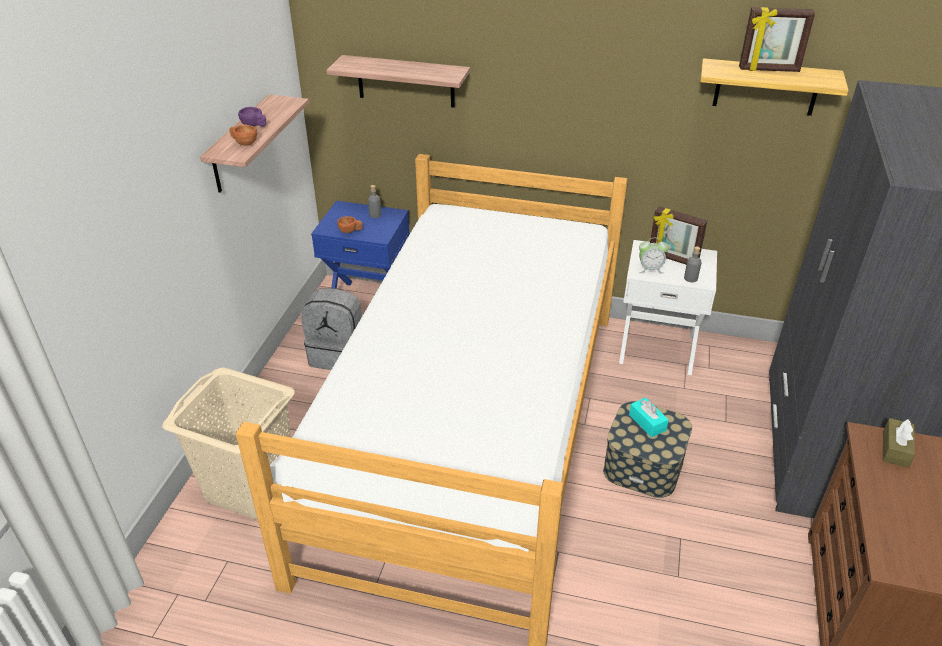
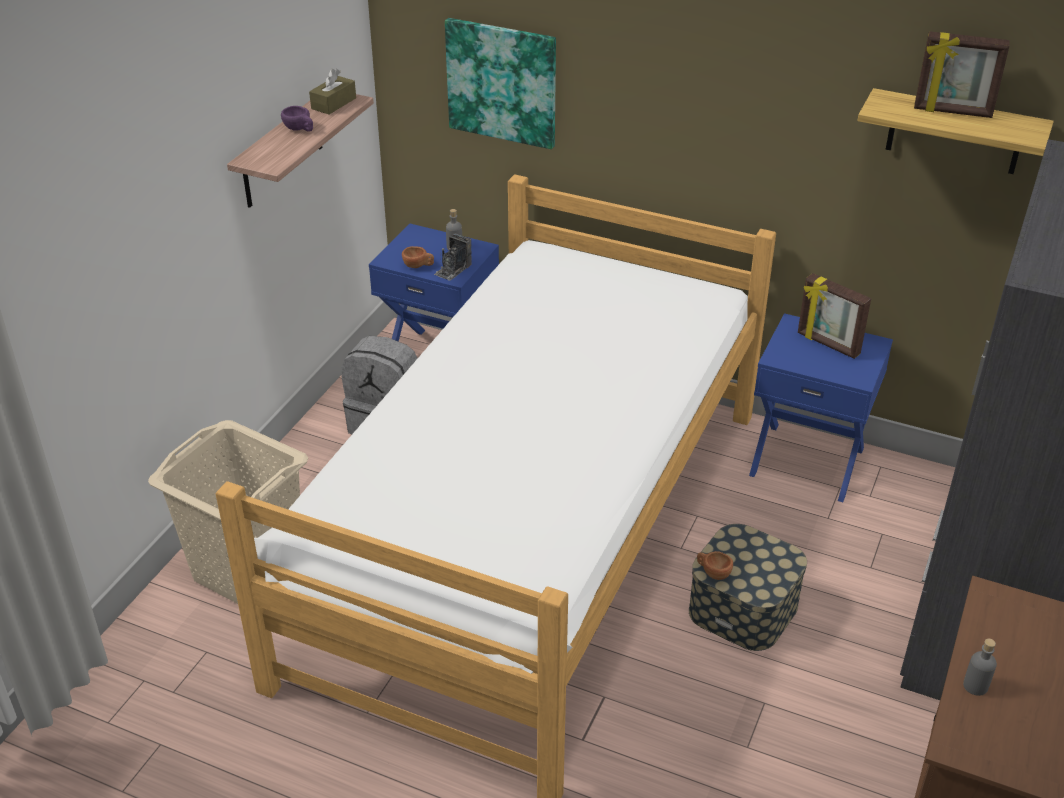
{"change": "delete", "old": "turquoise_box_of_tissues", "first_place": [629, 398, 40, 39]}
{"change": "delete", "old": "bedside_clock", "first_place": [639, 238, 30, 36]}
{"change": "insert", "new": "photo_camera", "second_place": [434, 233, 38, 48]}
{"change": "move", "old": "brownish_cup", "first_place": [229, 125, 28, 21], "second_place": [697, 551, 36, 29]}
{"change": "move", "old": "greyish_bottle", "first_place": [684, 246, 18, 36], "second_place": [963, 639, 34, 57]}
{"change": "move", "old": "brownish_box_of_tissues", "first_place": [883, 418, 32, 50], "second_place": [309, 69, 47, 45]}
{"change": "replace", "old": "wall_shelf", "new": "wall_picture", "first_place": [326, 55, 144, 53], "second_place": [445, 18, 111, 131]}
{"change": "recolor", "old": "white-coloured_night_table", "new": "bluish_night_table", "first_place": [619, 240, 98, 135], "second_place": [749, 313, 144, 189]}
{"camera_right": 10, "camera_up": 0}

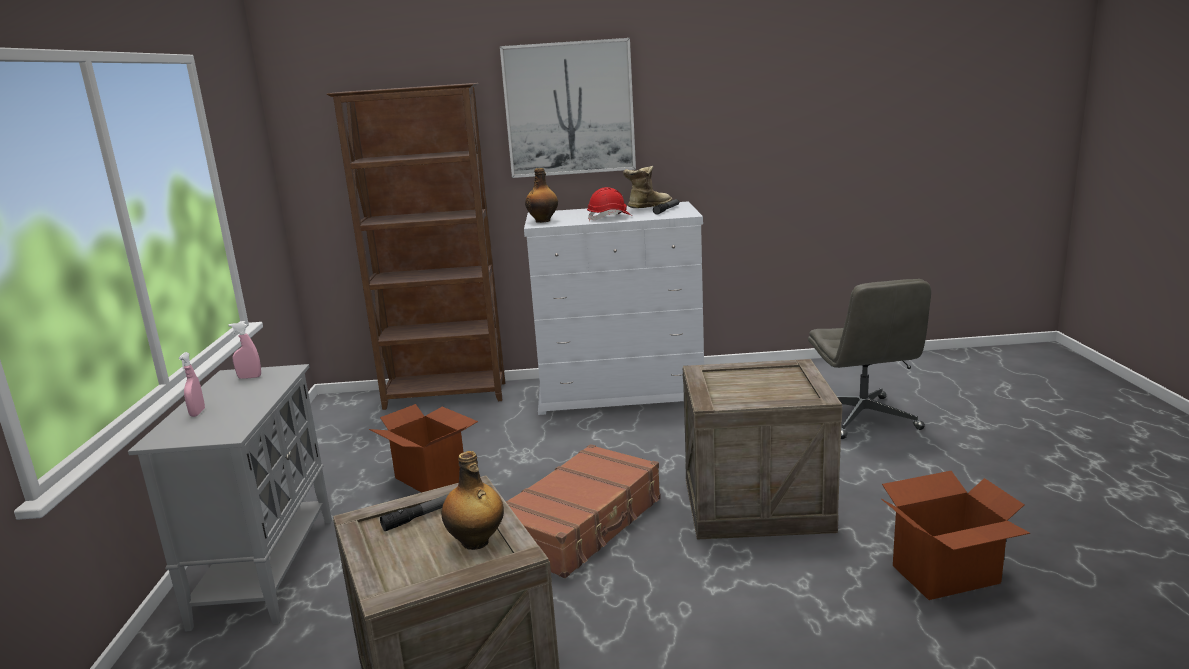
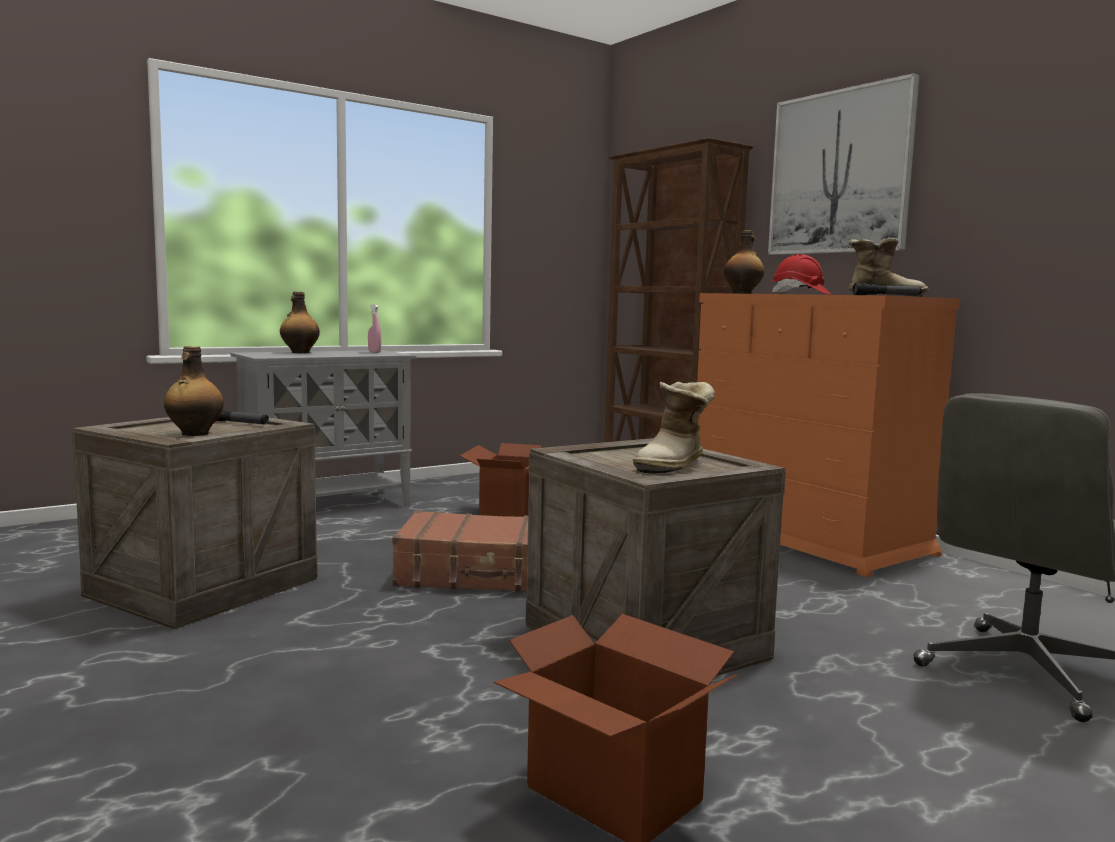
{"change": "insert", "new": "high-top_boot", "second_place": [633, 381, 82, 93]}
{"change": "replace", "old": "pinkish_sprayer", "new": "bottle", "first_place": [179, 352, 26, 65], "second_place": [280, 292, 40, 61]}
{"change": "recolor", "old": "white-coloured_dresser", "new": "orange-coloured_dresser", "first_place": [524, 201, 180, 214], "second_place": [697, 293, 263, 284]}
{"camera_right": 55, "camera_up": -10}

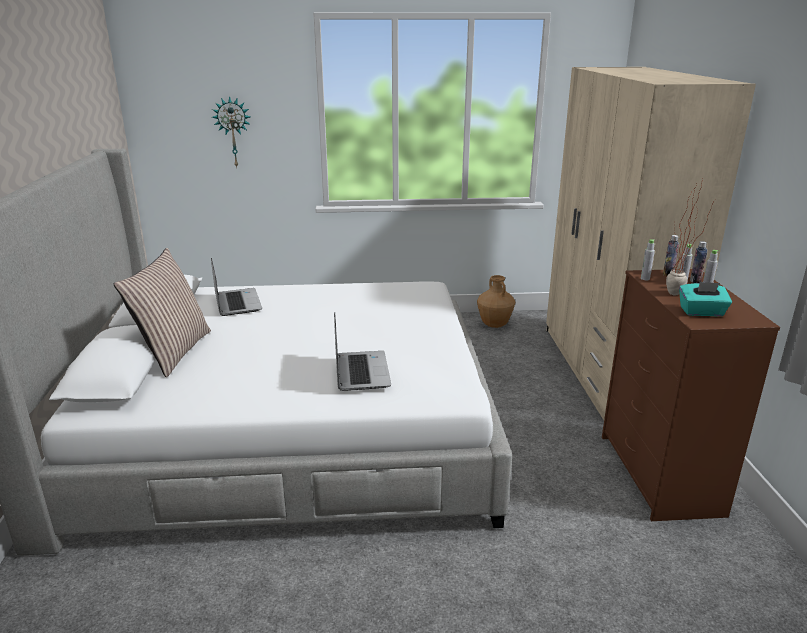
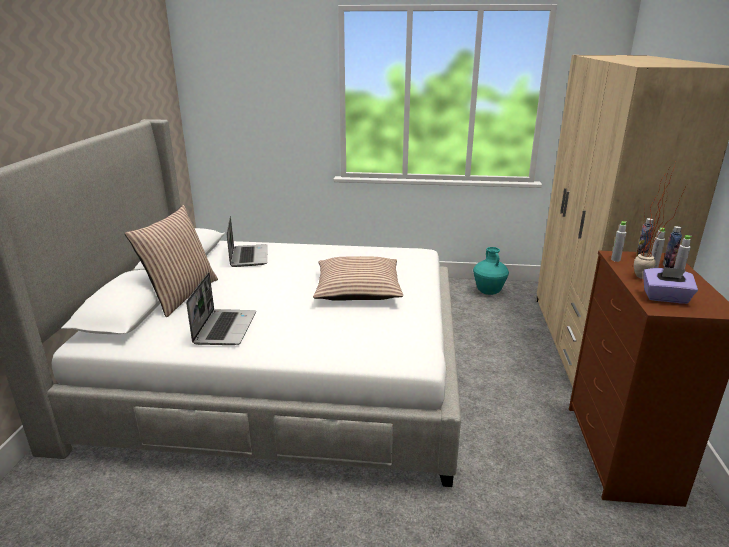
{"change": "delete", "old": "wall_clock", "first_place": [212, 96, 39, 71]}
{"change": "insert", "new": "throw_pillow", "second_place": [313, 256, 90, 45]}
{"change": "move", "old": "portable_computer", "first_place": [334, 312, 57, 79], "second_place": [186, 272, 70, 73]}
{"change": "recolor", "old": "brownish_vase", "new": "turquoise_vase", "first_place": [477, 275, 38, 53], "second_place": [473, 247, 36, 48]}
{"change": "recolor", "old": "turquoise_box_of_tissues", "new": "purple_box_of_tissues", "first_place": [679, 282, 53, 34], "second_place": [643, 267, 55, 37]}
{"camera_right": 10, "camera_up": 0}

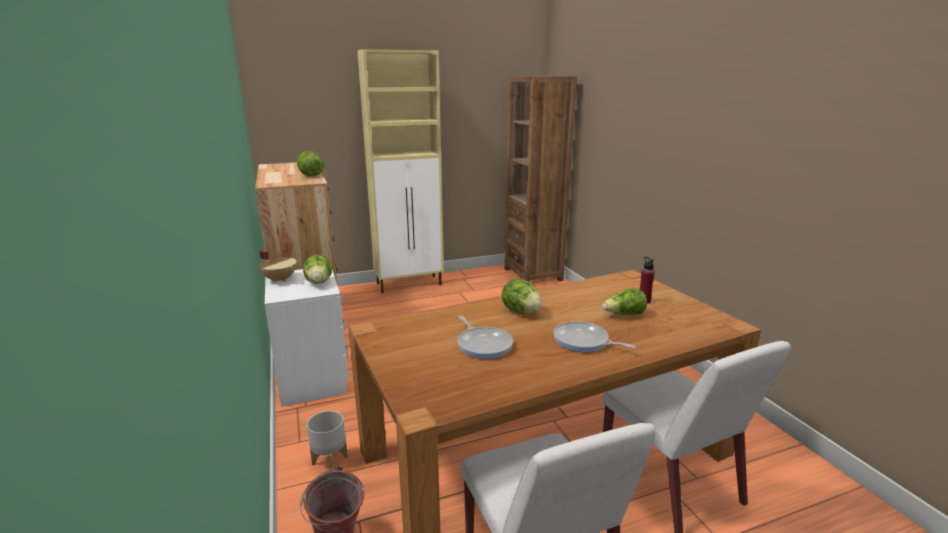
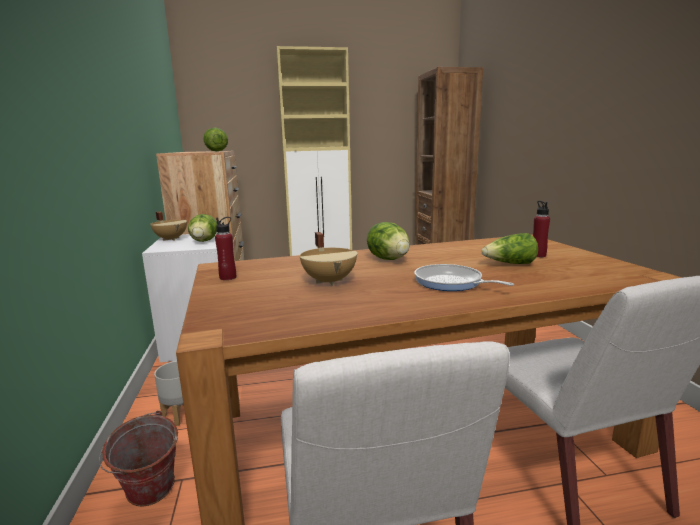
{"change": "insert", "new": "reddish_bottle", "second_place": [215, 217, 21, 63]}
{"change": "replace", "old": "pan", "new": "beige-coloured_cooking_pot", "first_place": [458, 316, 55, 43], "second_place": [300, 232, 57, 54]}
{"camera_right": 10, "camera_up": -5}

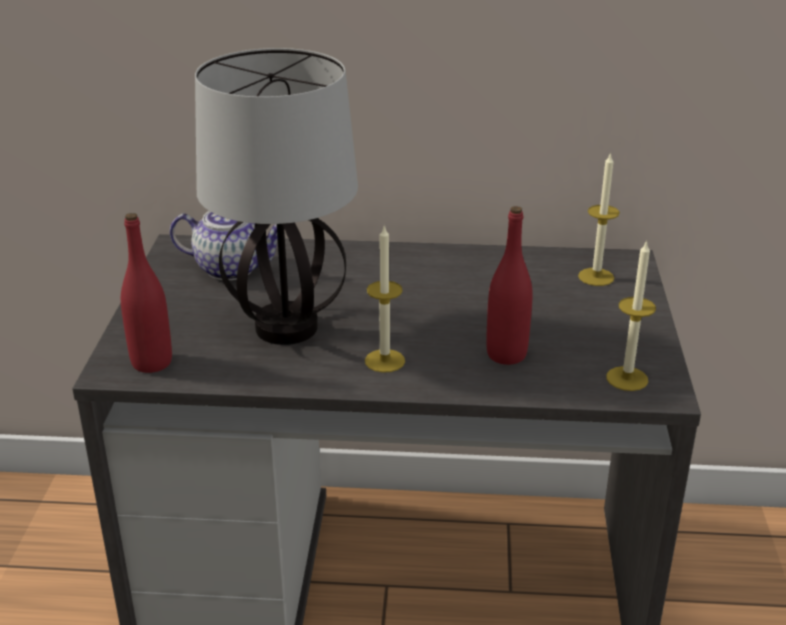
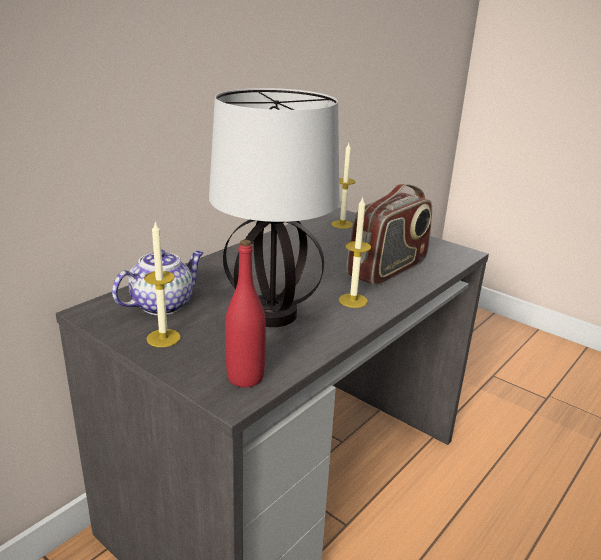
{"change": "move", "old": "candle", "first_place": [606, 240, 50, 151], "second_place": [144, 221, 37, 126]}
{"change": "replace", "old": "reddish_bottle", "new": "radio_receiver", "first_place": [486, 206, 47, 159], "second_place": [347, 184, 85, 102]}
{"camera_right": -55, "camera_up": -5}

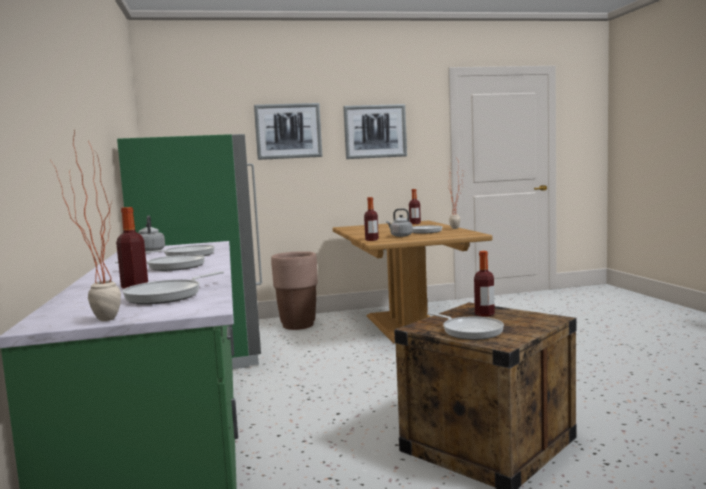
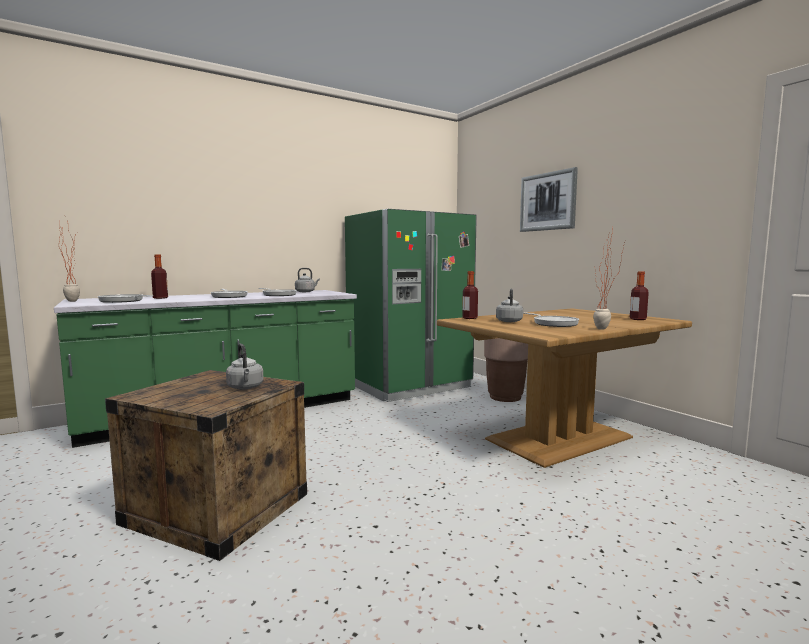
{"change": "delete", "old": "wall_picture", "first_place": [343, 104, 64, 55]}
{"change": "delete", "old": "pan", "first_place": [427, 312, 77, 28]}
{"change": "replace", "old": "bottle", "new": "greyish_kettle", "first_place": [474, 251, 21, 66], "second_place": [226, 343, 38, 46]}
{"camera_right": 70, "camera_up": 0}

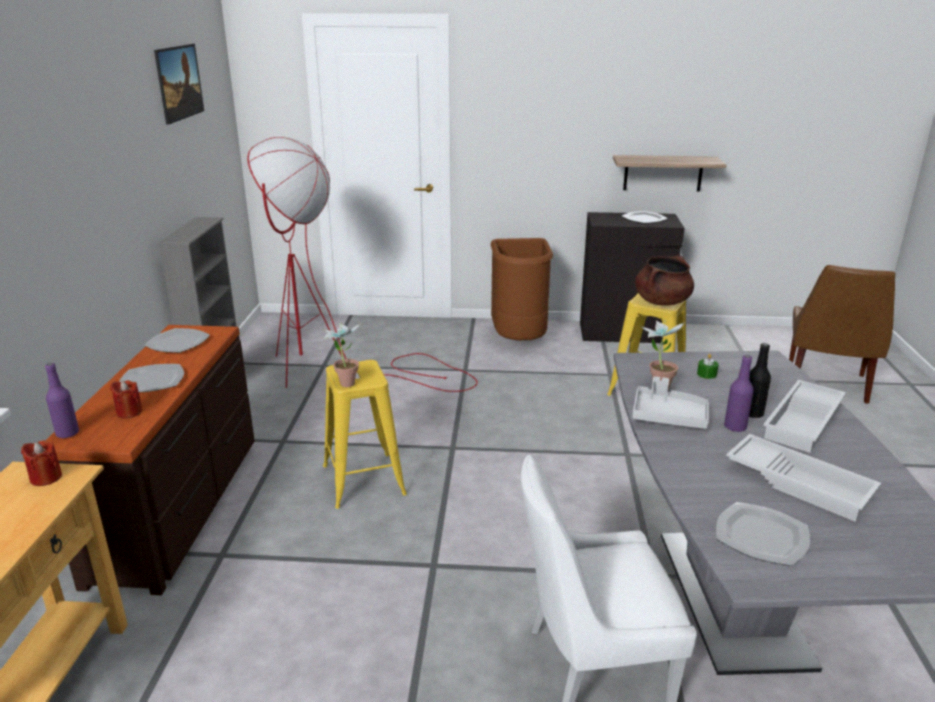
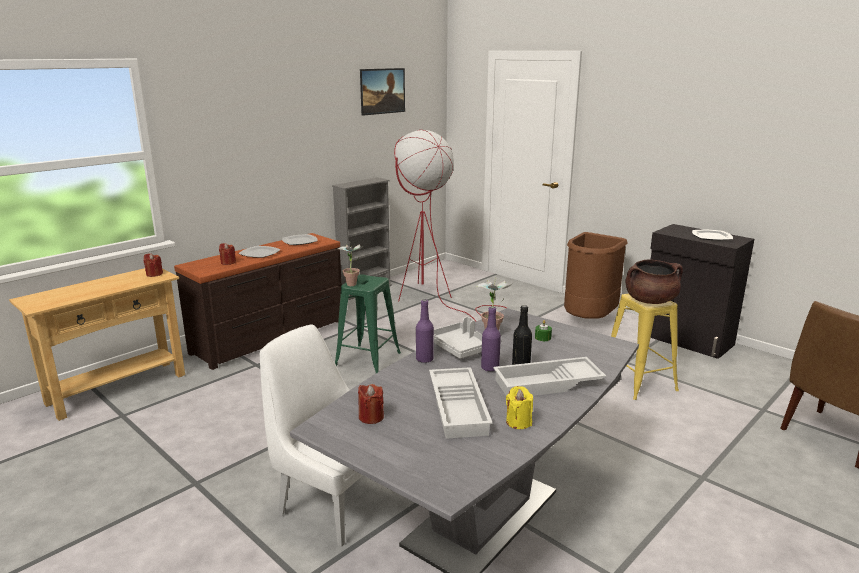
{"change": "delete", "old": "wall_shelf", "first_place": [613, 155, 113, 37]}
{"change": "insert", "new": "yellowish_candle", "second_place": [506, 386, 27, 43]}
{"change": "move", "old": "purple_bottle", "first_place": [45, 363, 34, 75], "second_place": [416, 299, 18, 64]}
{"change": "replace", "old": "plate", "new": "reddish_candle", "first_place": [716, 502, 94, 64], "second_place": [358, 384, 26, 40]}
{"change": "recolor", "old": "yellowish_stool_seat", "new": "green-coloured_stool_seat", "first_place": [323, 360, 84, 149], "second_place": [335, 274, 66, 99]}
{"camera_right": 40, "camera_up": -5}

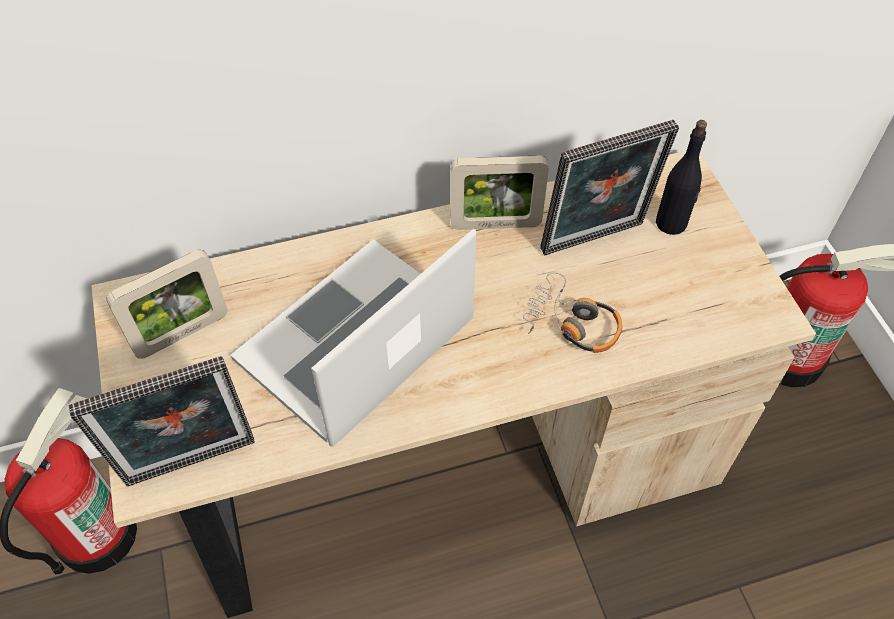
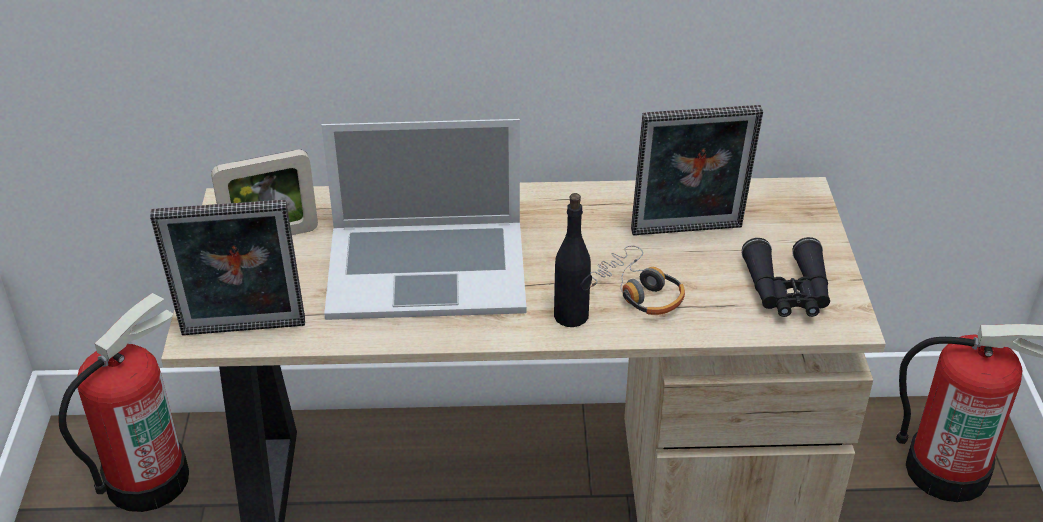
{"change": "delete", "old": "picture_frame", "first_place": [450, 156, 99, 74]}
{"change": "insert", "new": "black_pair_of_binoculars", "second_place": [742, 237, 88, 80]}
{"change": "move", "old": "black_bottle", "first_place": [656, 120, 51, 115], "second_place": [554, 193, 38, 134]}
{"change": "rotate", "old": "portable_computer", "first_place": [230, 229, 247, 218], "second_place": [321, 119, 205, 201], "degrees": -150}
{"camera_right": 15, "camera_up": -15}

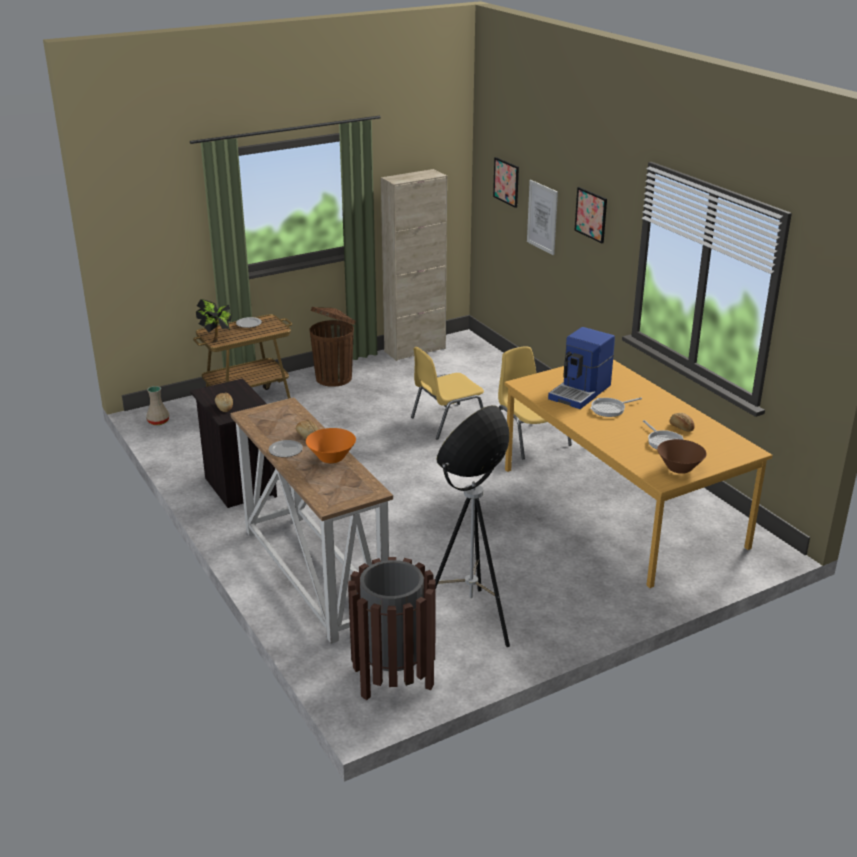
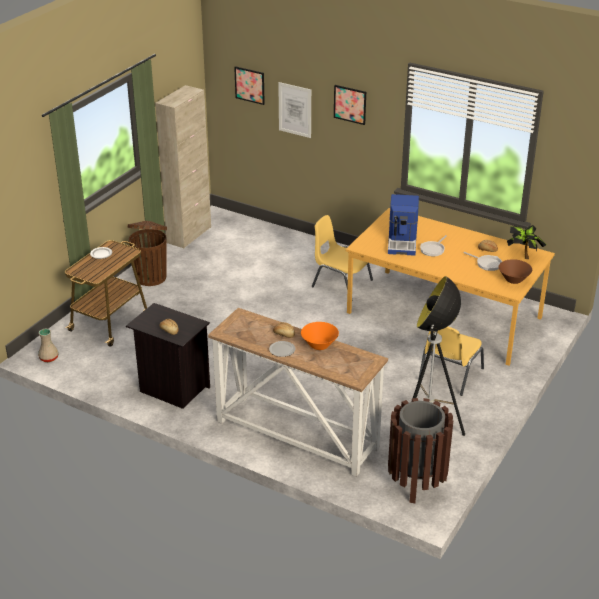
{"change": "move", "old": "houseplant", "first_place": [196, 299, 36, 44], "second_place": [507, 225, 39, 34]}
{"change": "move", "old": "yellowish_plain_chair", "first_place": [411, 347, 73, 93], "second_place": [418, 326, 66, 70]}
{"camera_right": -30, "camera_up": 5}

